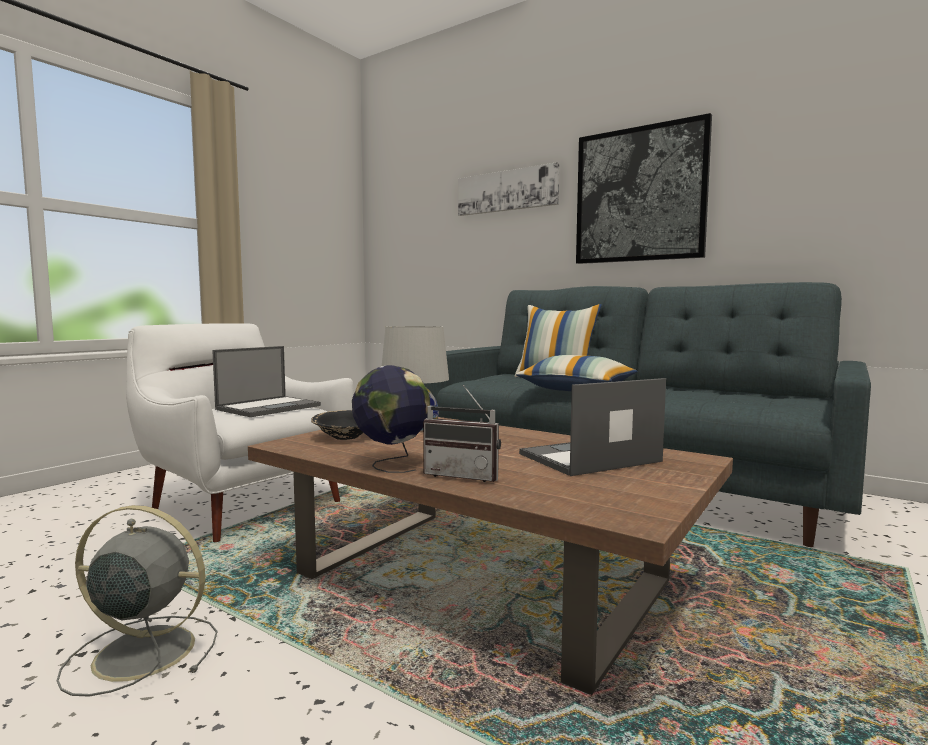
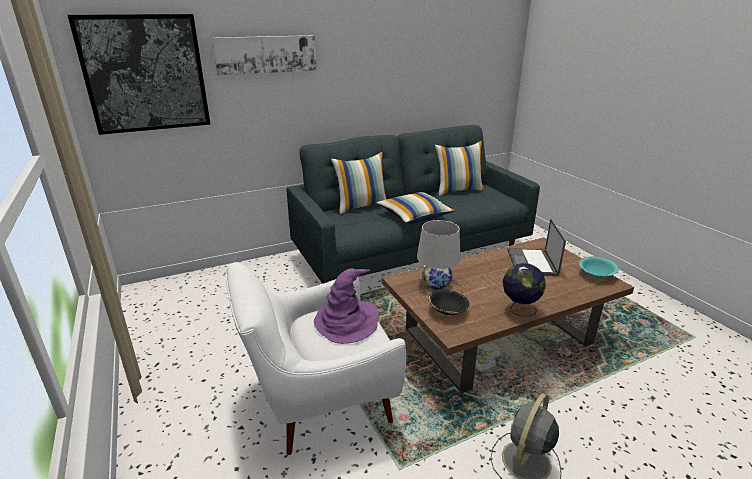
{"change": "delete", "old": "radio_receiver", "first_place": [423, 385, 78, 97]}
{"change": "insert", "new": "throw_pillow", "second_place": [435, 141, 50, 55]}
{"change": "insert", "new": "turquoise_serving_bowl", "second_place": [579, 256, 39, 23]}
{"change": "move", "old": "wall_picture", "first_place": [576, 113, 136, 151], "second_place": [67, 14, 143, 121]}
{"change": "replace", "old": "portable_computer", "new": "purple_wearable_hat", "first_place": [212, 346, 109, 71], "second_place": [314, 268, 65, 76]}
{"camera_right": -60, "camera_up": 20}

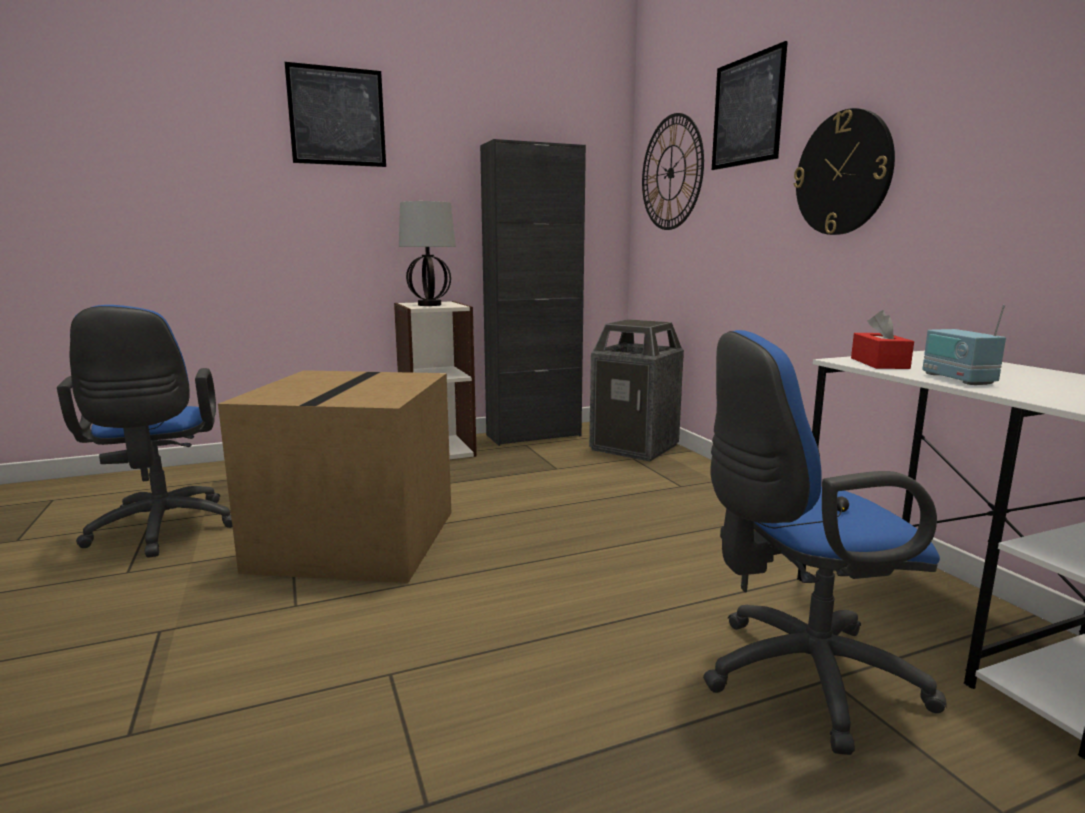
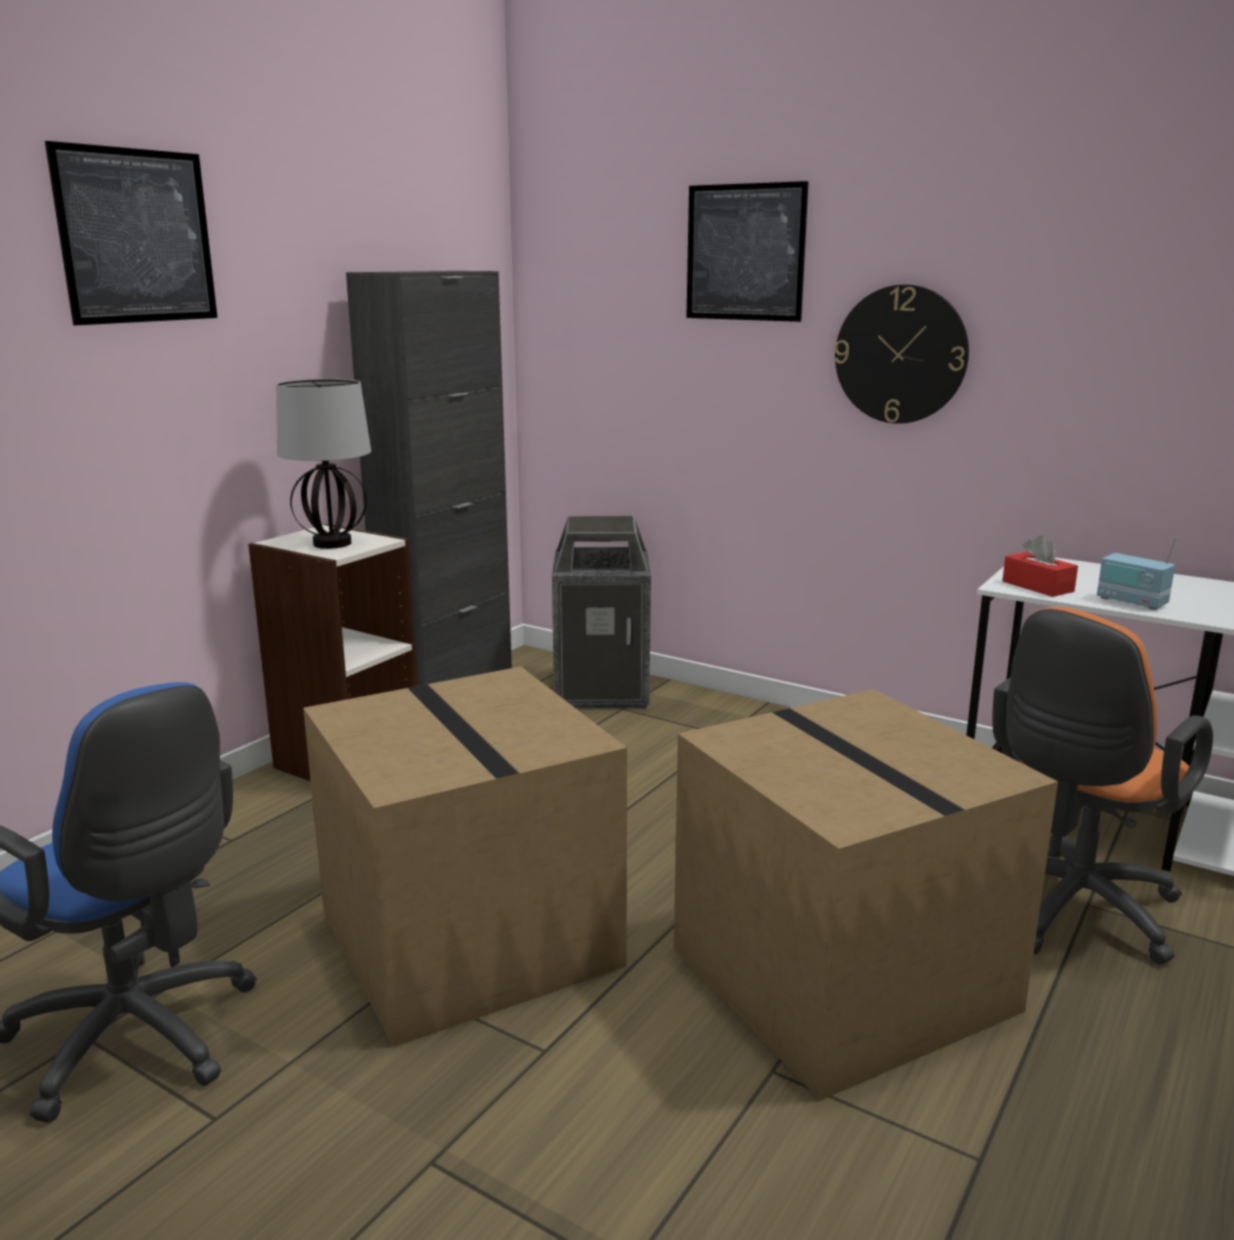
{"change": "delete", "old": "wall_clock", "first_place": [642, 113, 62, 117]}
{"change": "insert", "new": "cardboard_box", "second_place": [674, 689, 384, 412]}
{"change": "recolor", "old": "bluish_desk_chair", "new": "orange-coloured_desk_chair", "first_place": [703, 330, 244, 425], "second_place": [992, 607, 221, 358]}
{"camera_right": -35, "camera_up": 5}

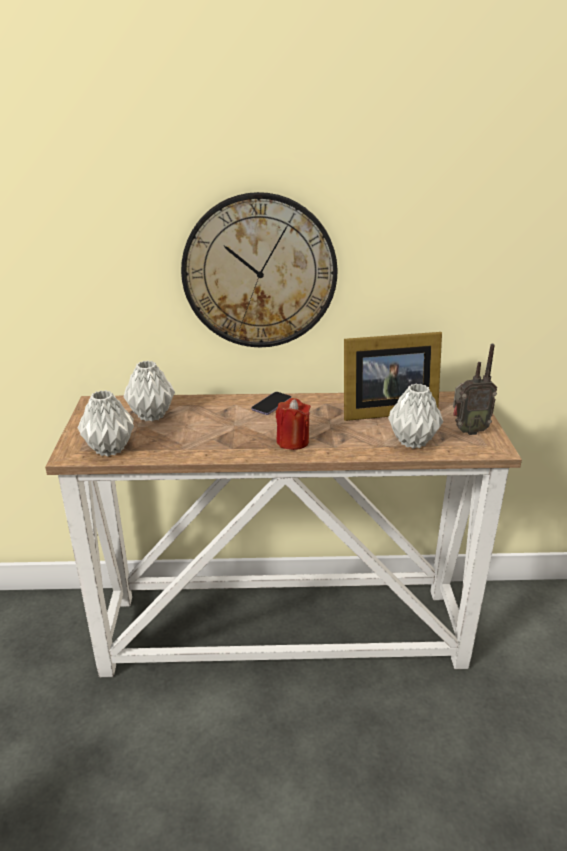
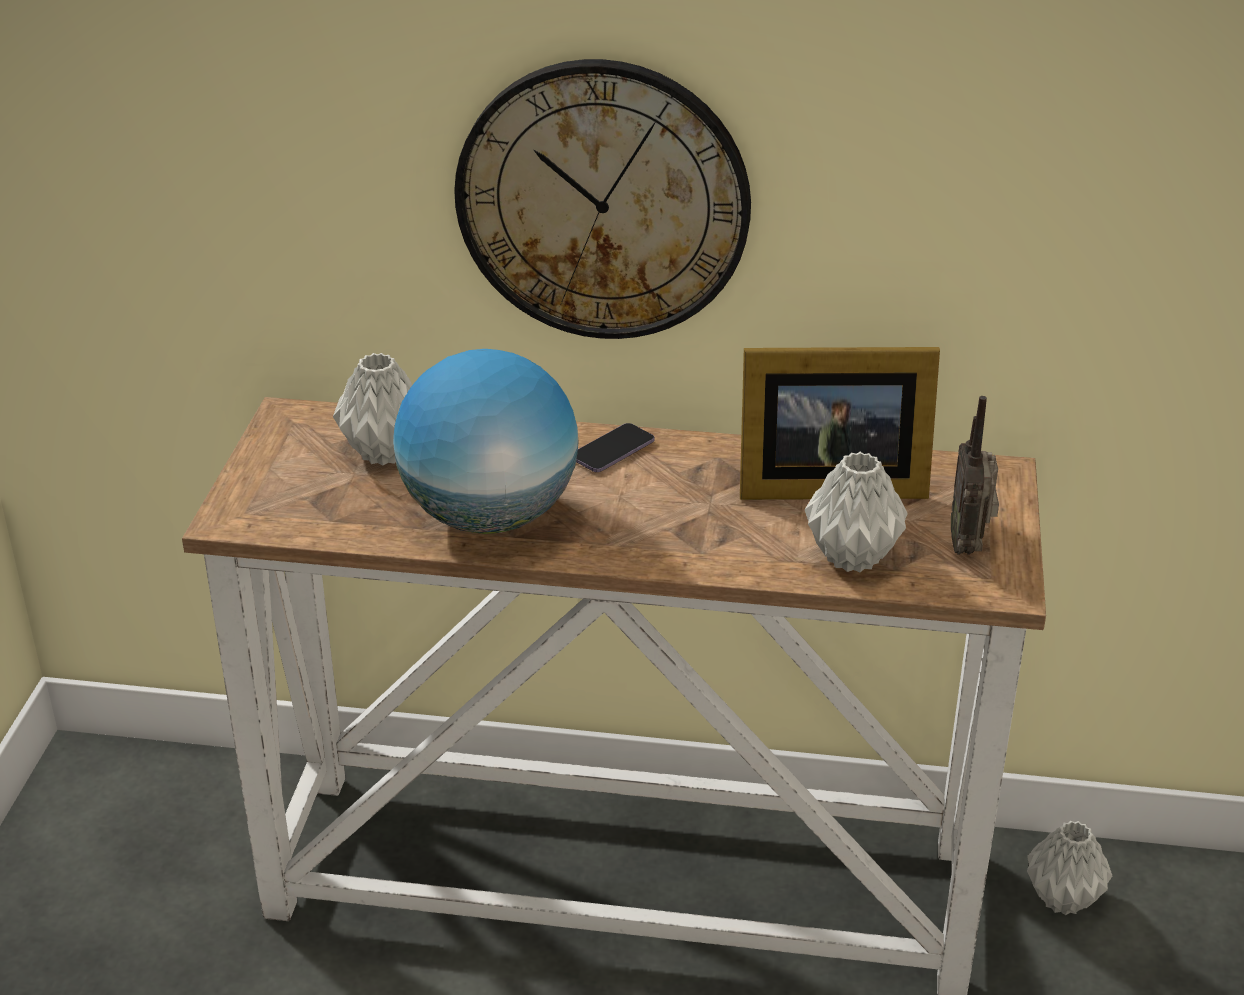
{"change": "delete", "old": "reddish_candle", "first_place": [276, 398, 35, 52]}
{"change": "insert", "new": "globe", "second_place": [393, 349, 185, 185]}
{"change": "move", "old": "greyish_vase", "first_place": [78, 390, 56, 66], "second_place": [1027, 821, 85, 94]}
{"change": "rotate", "old": "radio_receiver", "first_place": [453, 344, 44, 91], "second_place": [951, 396, 48, 159], "degrees": 90}
{"camera_right": 10, "camera_up": 5}

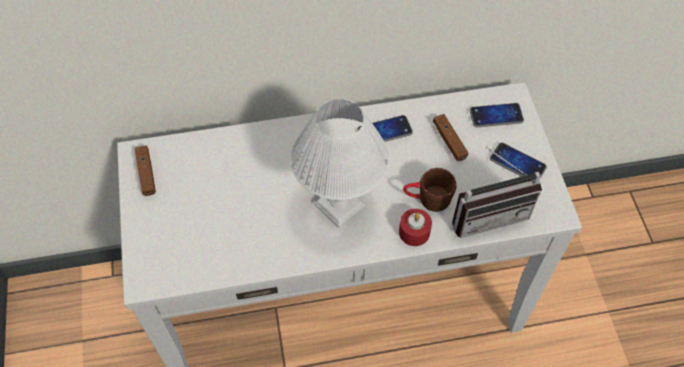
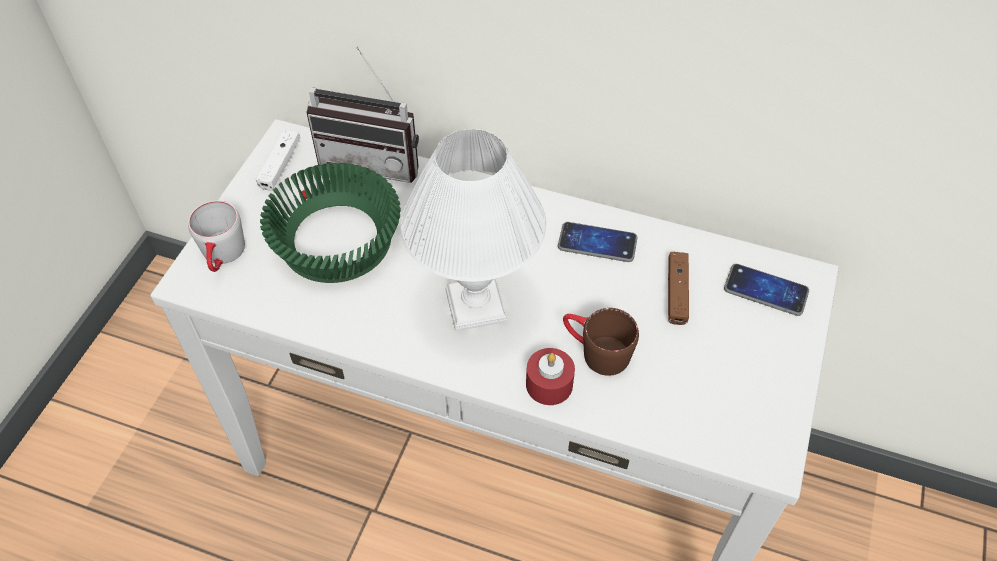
{"change": "delete", "old": "telephone", "first_place": [490, 142, 57, 36]}
{"change": "insert", "new": "greyish_mug", "second_place": [188, 201, 57, 71]}
{"change": "insert", "new": "green-coloured_serving_bowl", "second_place": [260, 163, 141, 120]}
{"change": "move", "old": "radio_receiver", "first_place": [452, 147, 90, 91], "second_place": [306, 47, 113, 136]}
{"change": "recolor", "old": "brownish_joypad", "new": "white-coloured_joypad", "first_place": [135, 145, 21, 51], "second_place": [256, 129, 44, 62]}
{"camera_right": 30, "camera_up": -5}

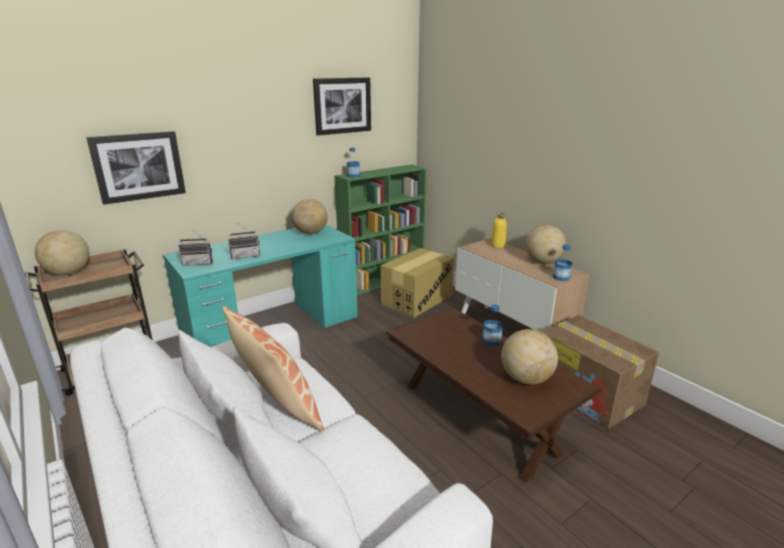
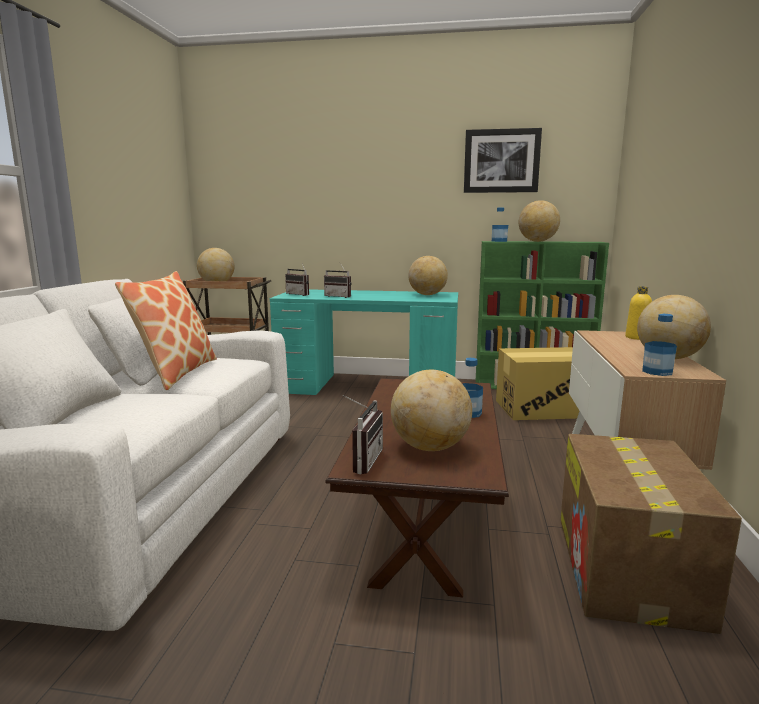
{"change": "delete", "old": "wall_picture", "first_place": [86, 131, 100, 74]}
{"change": "insert", "new": "radio_receiver", "second_place": [342, 395, 41, 80]}
{"change": "insert", "new": "globe", "second_place": [519, 200, 41, 42]}
{"camera_right": 45, "camera_up": -10}

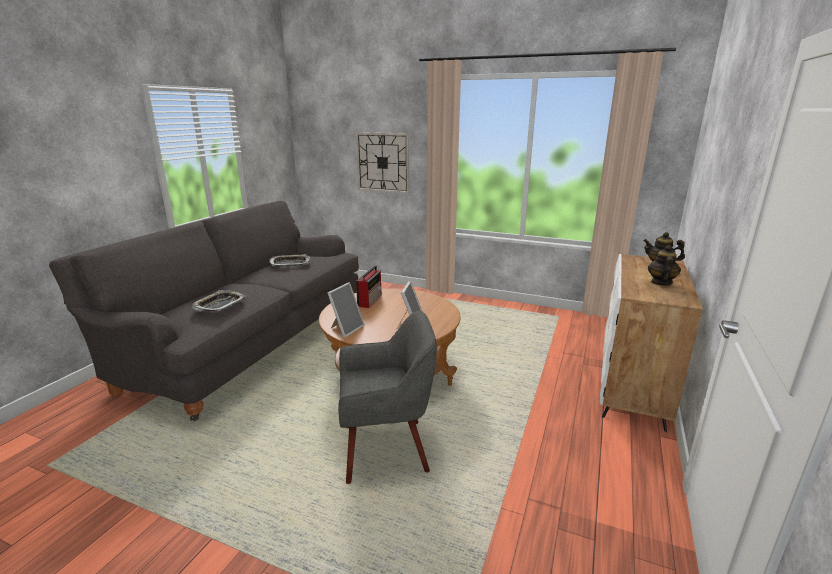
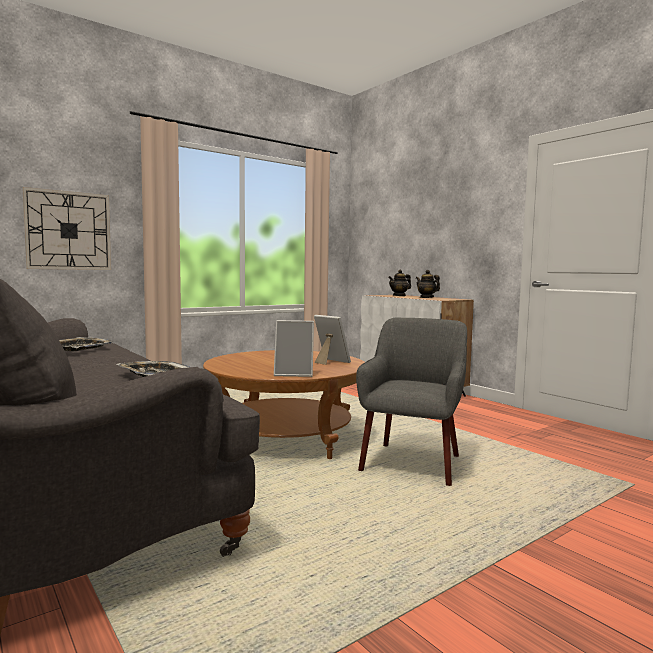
{"change": "delete", "old": "radio_receiver", "first_place": [356, 265, 25, 43]}
{"change": "rotate", "old": "picture_frame", "first_place": [328, 282, 37, 56], "second_place": [274, 320, 40, 57], "degrees": 120}
{"camera_right": -60, "camera_up": -15}

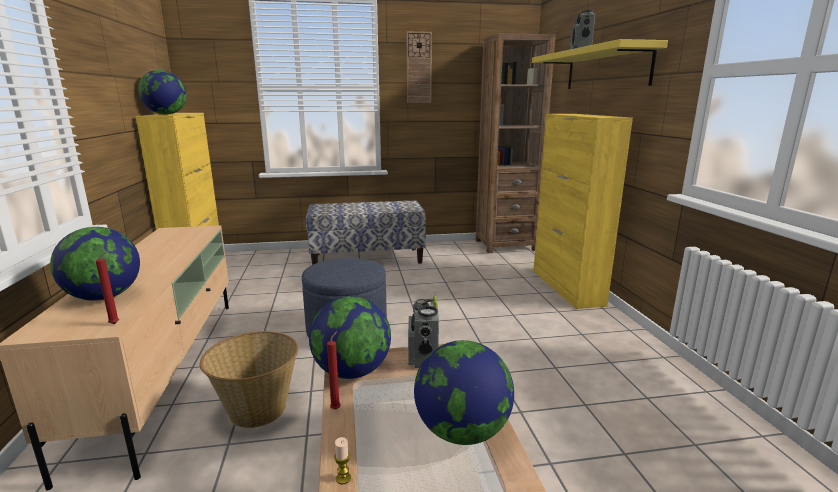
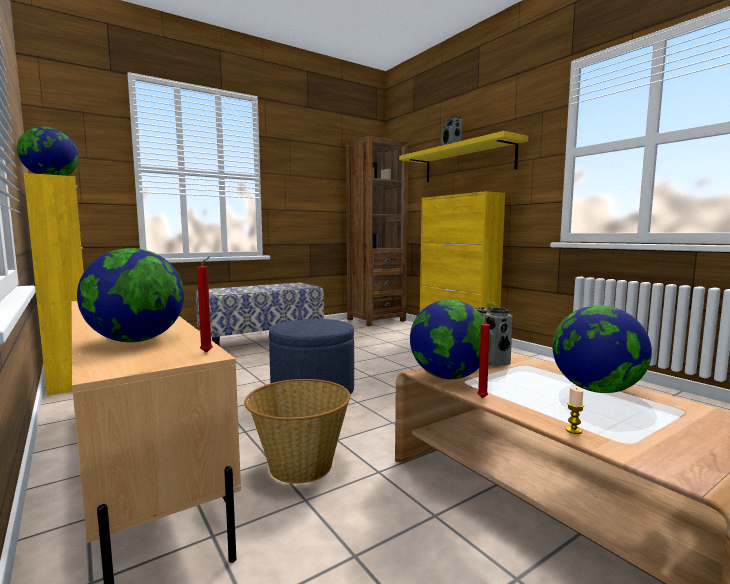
{"change": "delete", "old": "wall_clock", "first_place": [407, 31, 25, 72]}
{"camera_right": -25, "camera_up": -10}

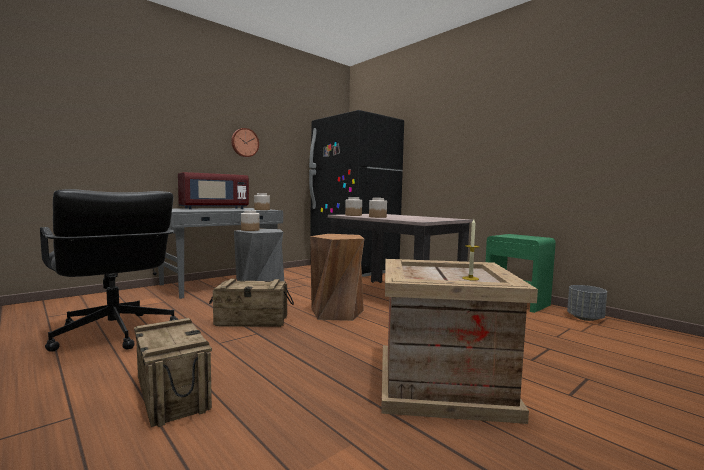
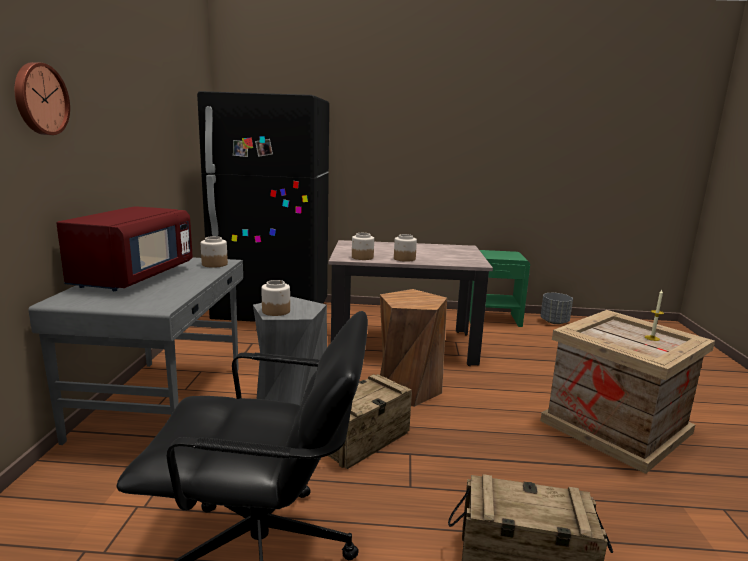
{"change": "move", "old": "wall_clock", "first_place": [231, 128, 28, 29], "second_place": [15, 62, 55, 73]}
{"camera_right": -45, "camera_up": 10}

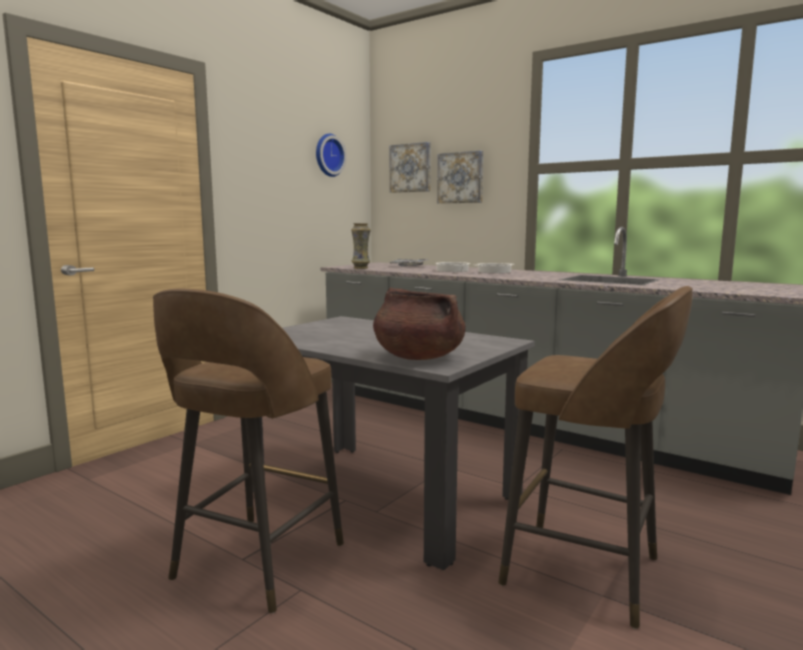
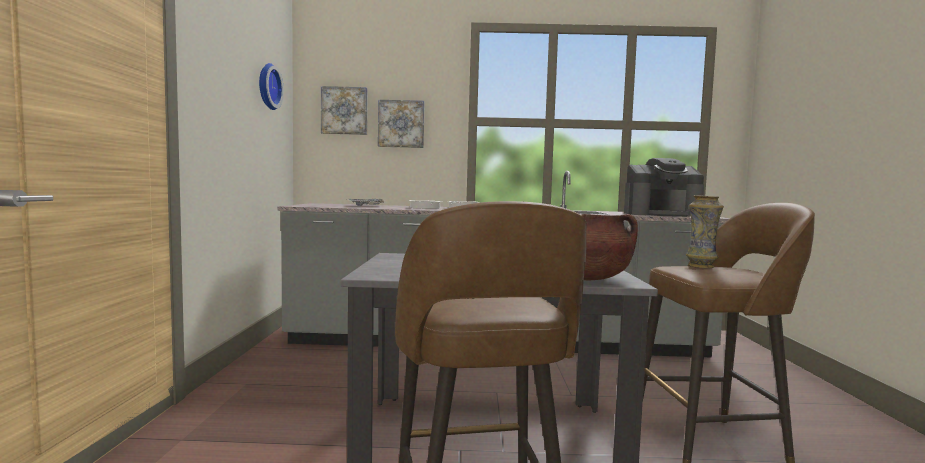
{"change": "insert", "new": "coffee_brewer", "second_place": [624, 158, 80, 59]}
{"change": "move", "old": "vase", "first_place": [351, 223, 20, 46], "second_place": [686, 195, 38, 73]}
{"camera_right": -35, "camera_up": -5}

